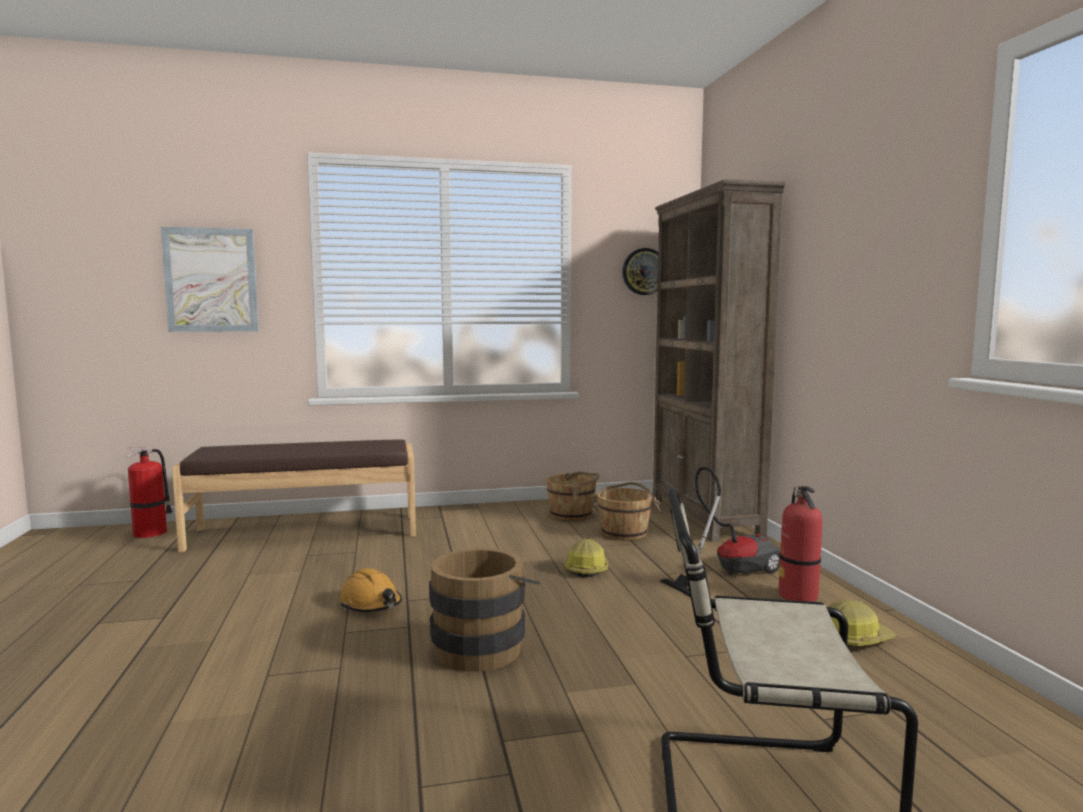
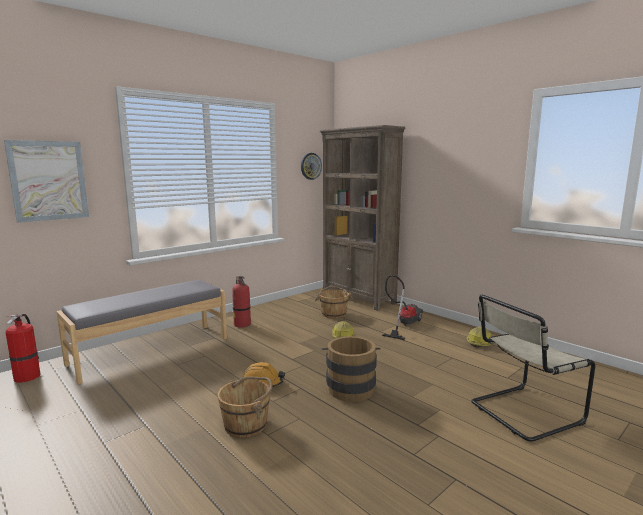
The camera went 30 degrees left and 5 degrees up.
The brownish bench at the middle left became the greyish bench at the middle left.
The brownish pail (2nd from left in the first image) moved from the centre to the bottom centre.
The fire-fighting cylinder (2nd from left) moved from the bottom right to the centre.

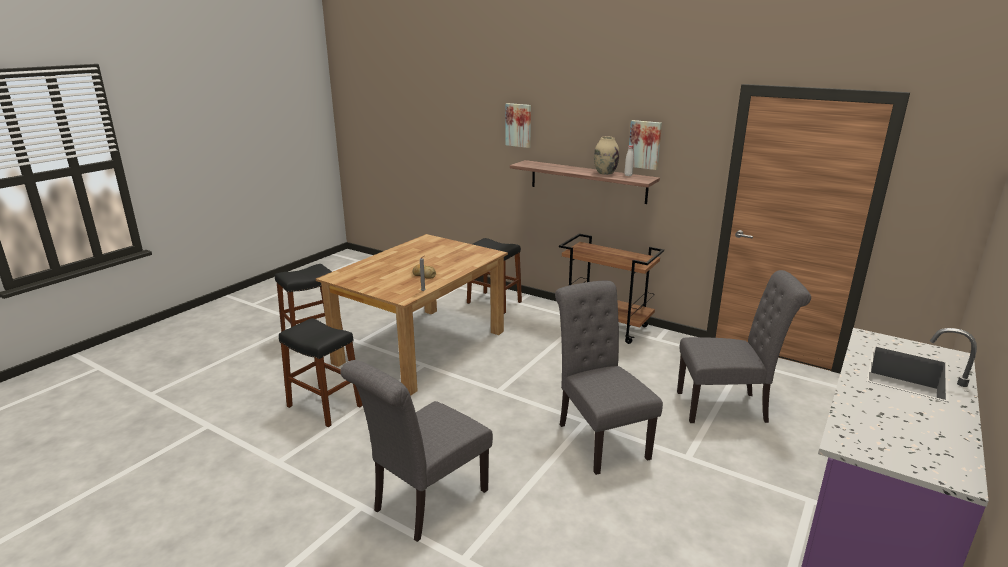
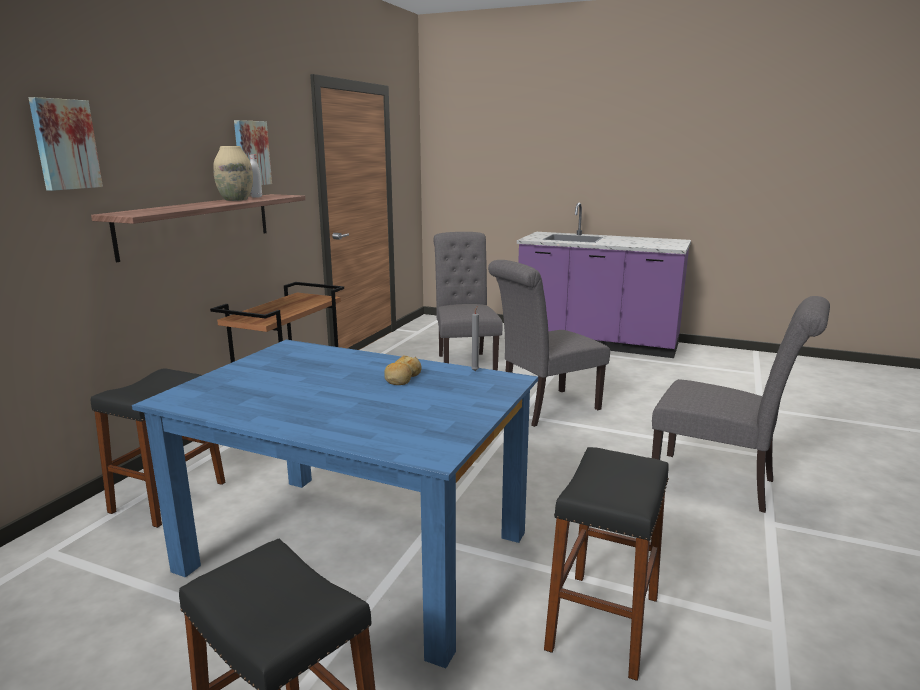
The camera went 100 degrees left and 5 degrees down.
The brownish dining table at the centre became the bluish dining table at the bottom centre.

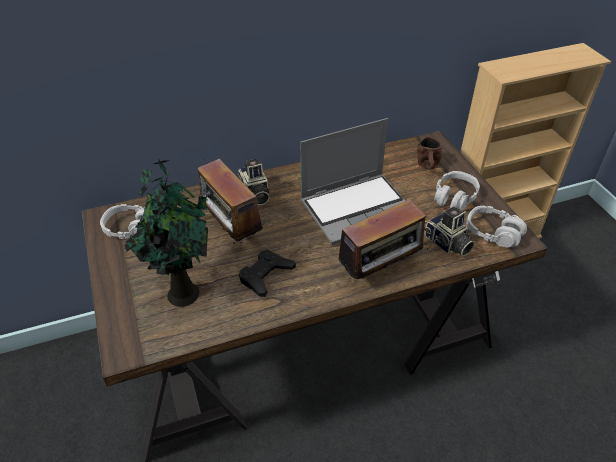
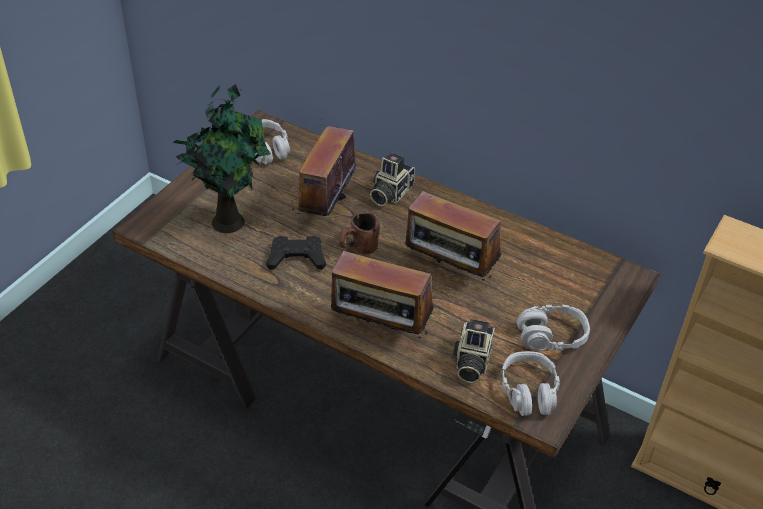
The camera went 50 degrees right and 0 degrees up.
The notebook computer at the centre was replaced by the radio receiver (3rd from left) at the centre.
The brownish mug moved from the top right to the centre.

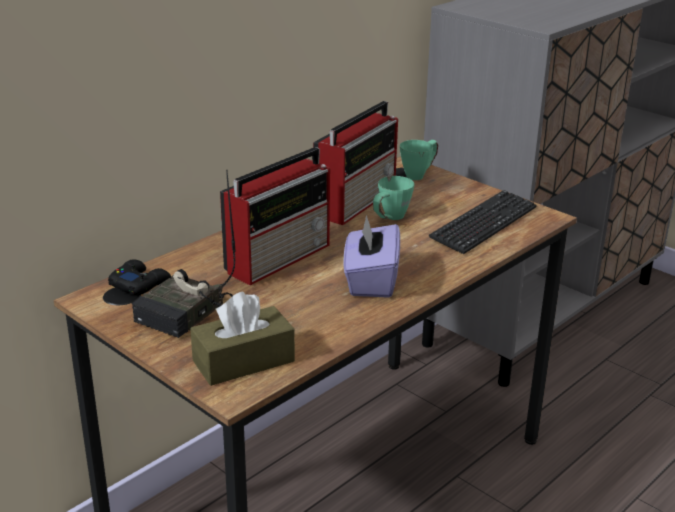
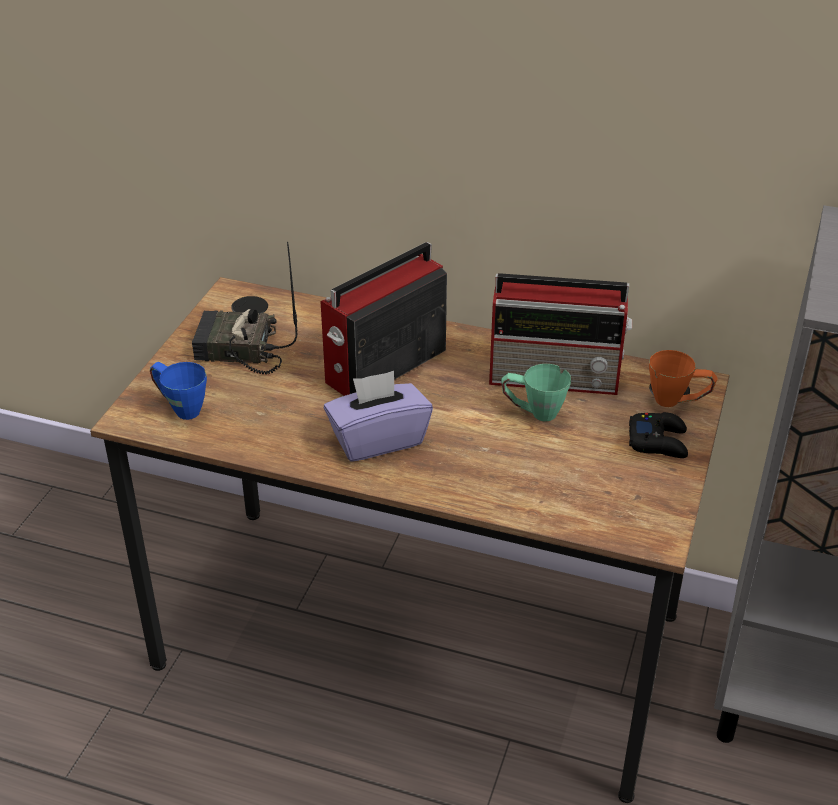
The camera went 65 degrees right and 10 degrees up.
The black gamepad moved from the middle left to the middle right.
The brownish tissue box at the centre was replaced by the bluish mug at the middle left.
The radio receiver (2nd from left) at the centre turned 120 degrees clockwise.
The greenish mug (2nd from left) at the top centre became the orange-coloured mug at the middle right.
The PC keyboard at the middle right disappeared.

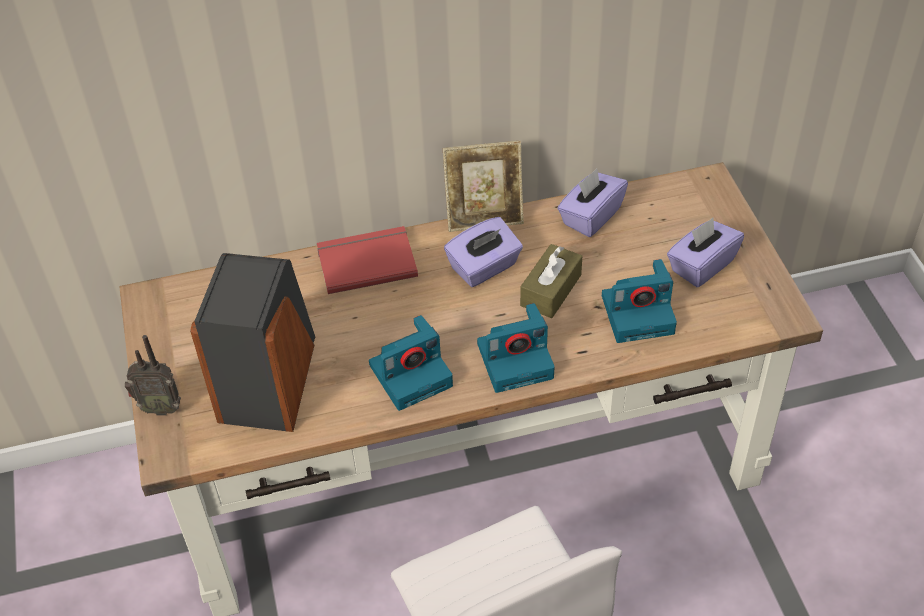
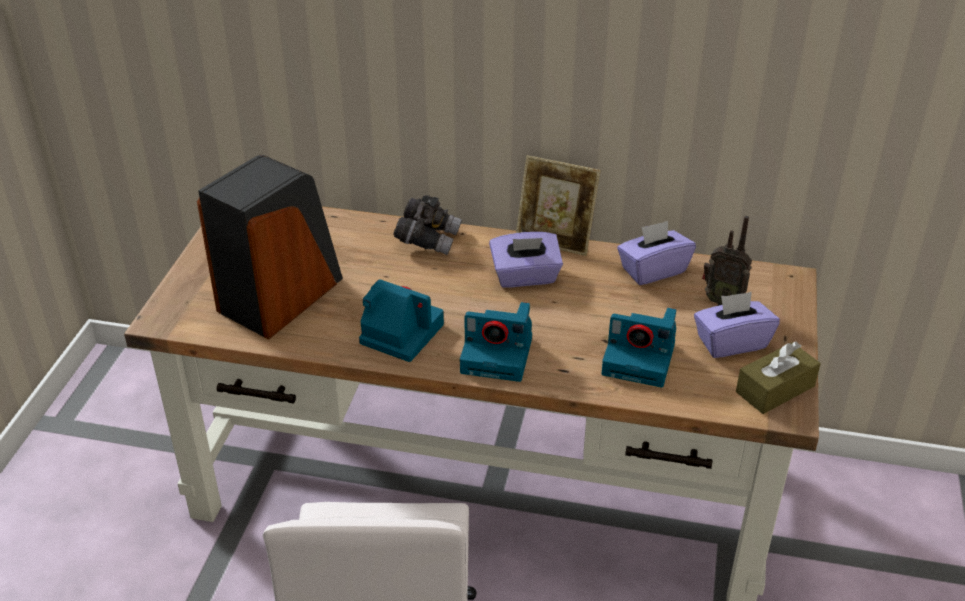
The camera went 25 degrees right and 10 degrees down.
The radio receiver moved from the middle left to the middle right.
The red-coloured bound book at the centre was replaced by the greyish pair of binoculars at the centre.
The photo camera (1st from left) at the centre turned 150 degrees counterclockwise.
The brownish tissue box moved from the centre to the middle right.

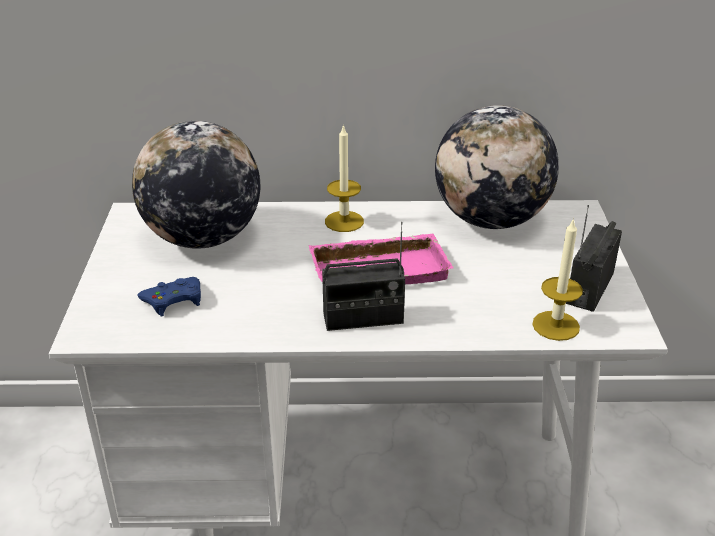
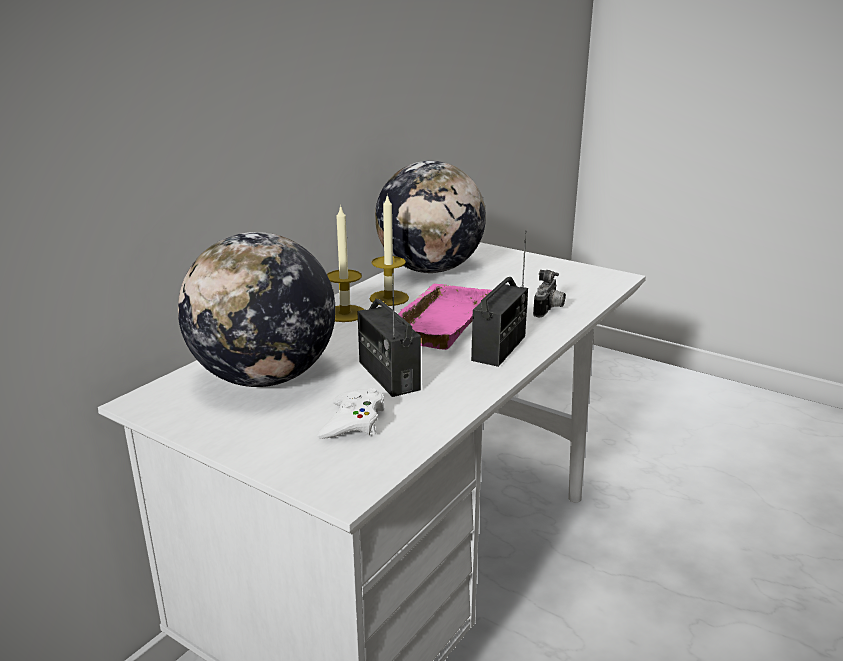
The camera went 55 degrees left and 10 degrees down.
The bluish gamepad at the middle left became the white-coloured gamepad at the centre.
The wax candle (2nd from left) moved from the middle right to the centre.
The radio receiver (2nd from left in the first image) moved from the middle right to the centre.
The photo camera at the centre appeared.

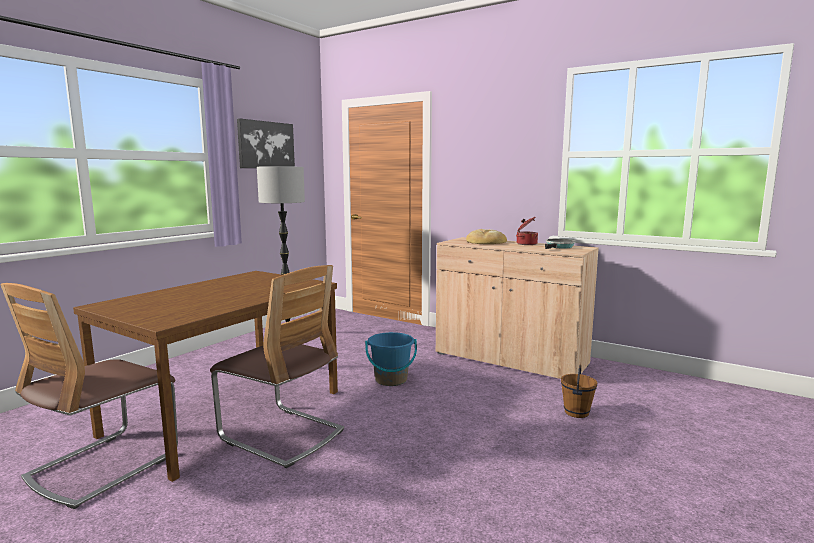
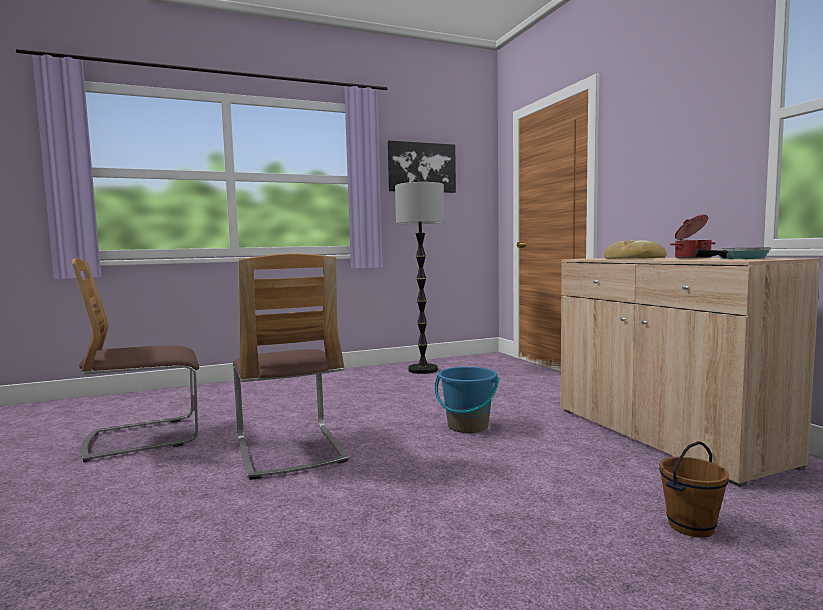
The camera went 35 degrees right and 5 degrees down.
The brownish dining table at the bottom left disappeared.

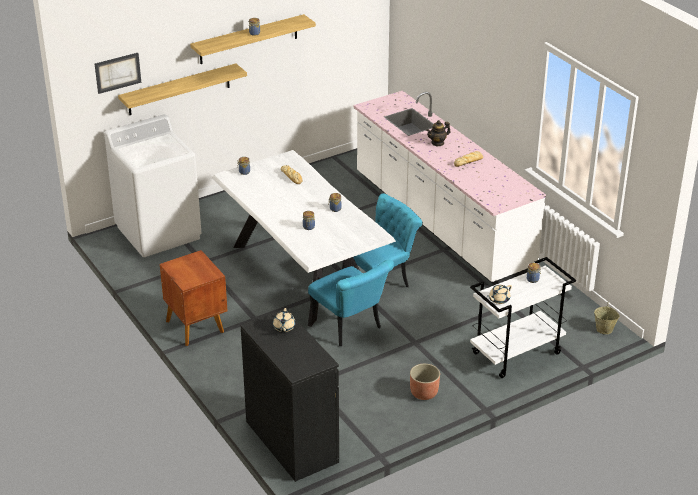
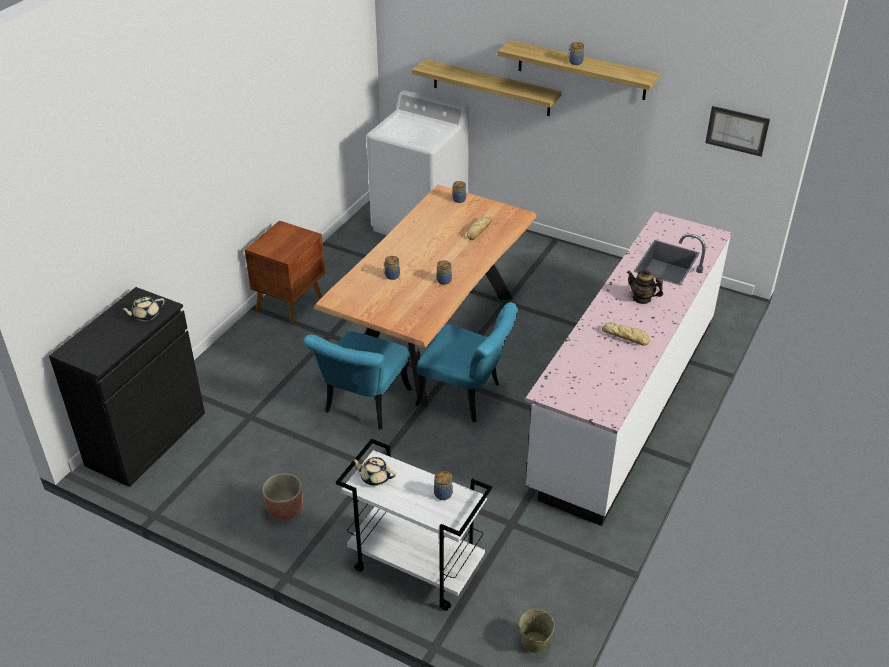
The camera went 60 degrees right and 5 degrees up.
The wall picture moved from the top left to the top right.
The white-coloured dining table at the centre became the brownish dining table at the centre.

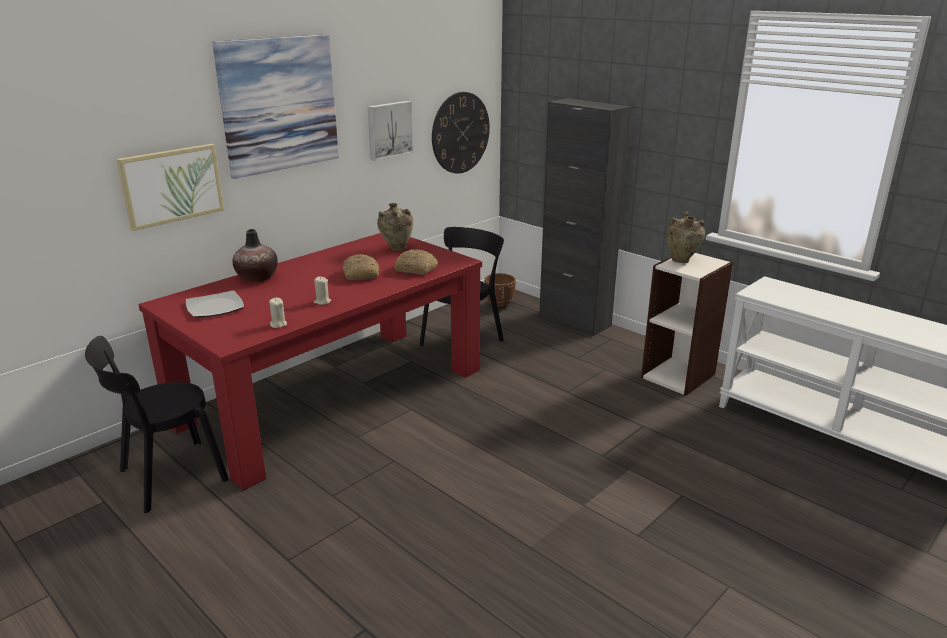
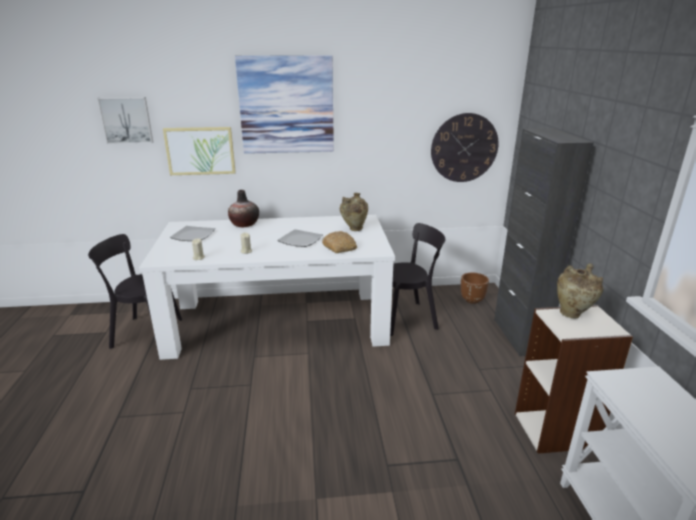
The camera went 40 degrees right and 0 degrees up.
The red-coloured dining table at the middle left became the white-coloured dining table at the centre.
The baked bread (1st from left) at the centre was replaced by the plate (2nd from left) at the centre.
The wall picture (3rd from left in the first image) moved from the top centre to the top left.

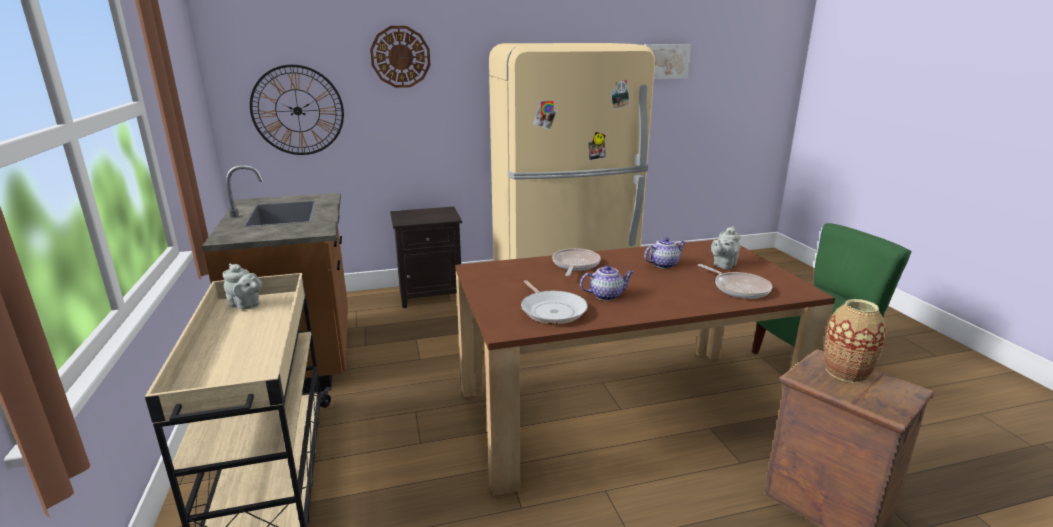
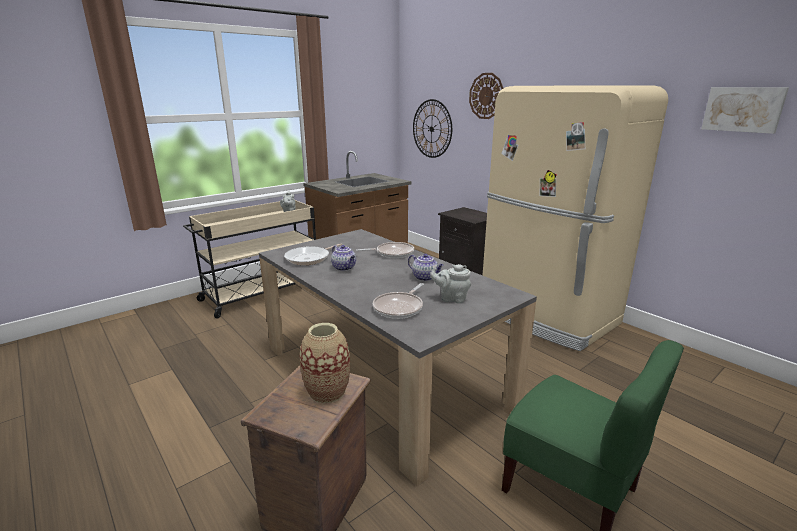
The camera went 65 degrees right and 0 degrees up.
The brownish dining table at the bottom centre became the greyish dining table at the bottom centre.

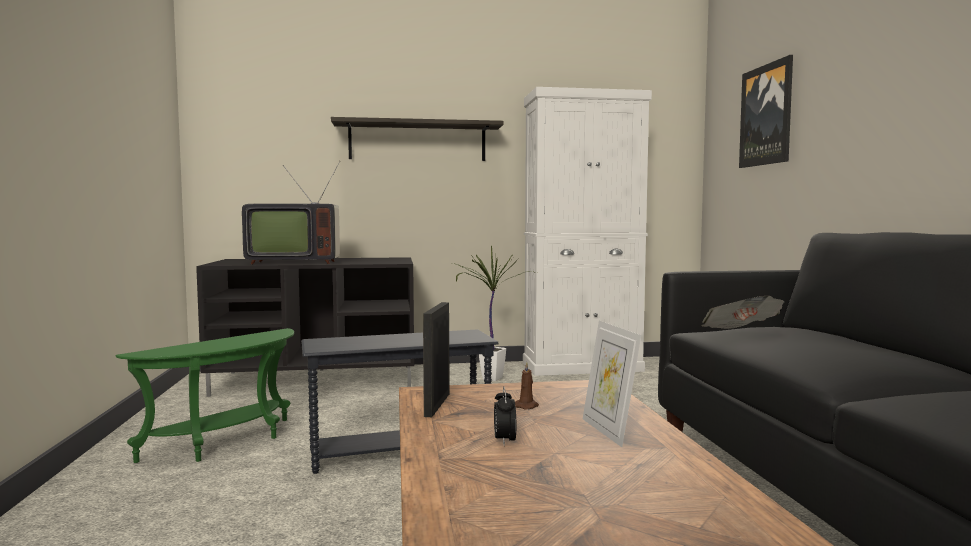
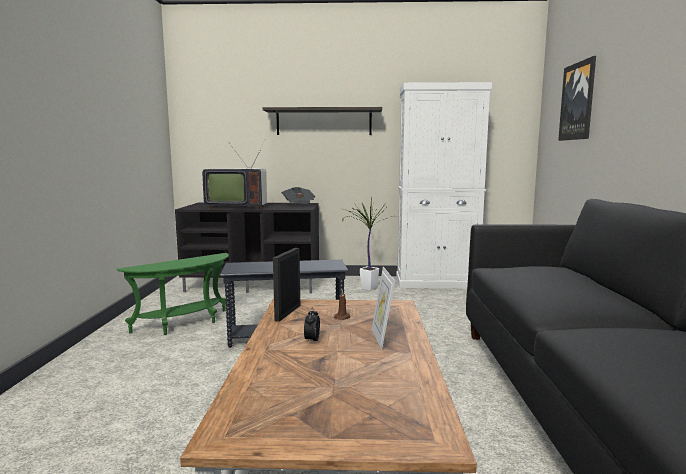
The camera went 10 degrees right and 5 degrees up.
The daily paper moved from the middle right to the centre.

